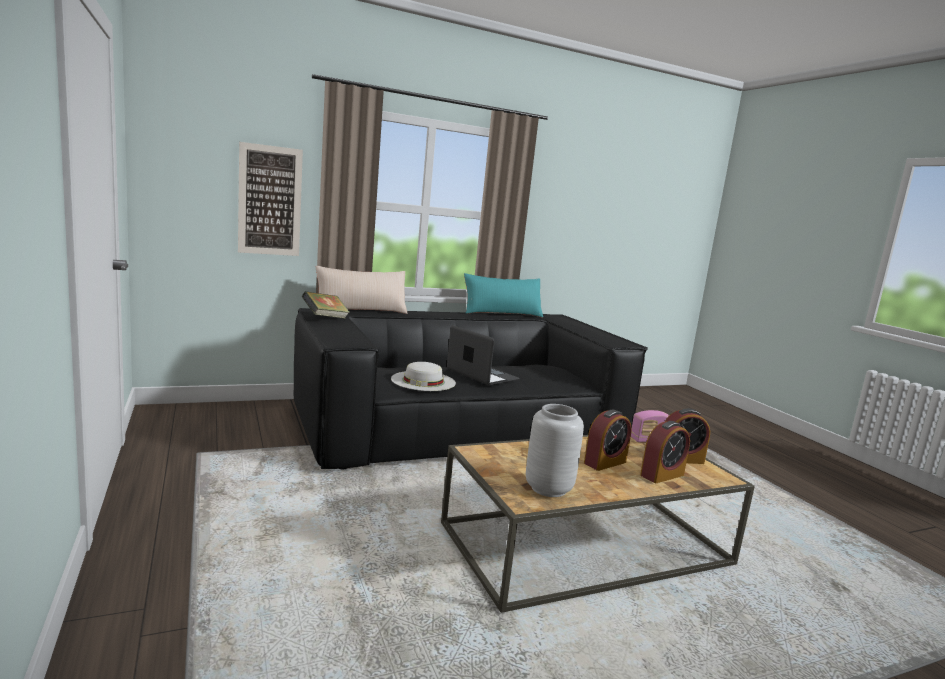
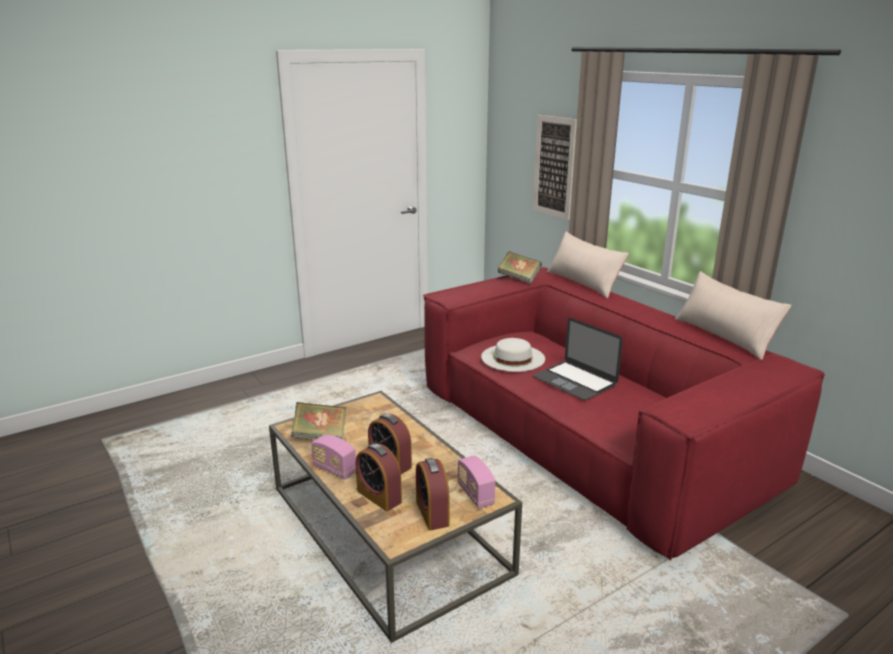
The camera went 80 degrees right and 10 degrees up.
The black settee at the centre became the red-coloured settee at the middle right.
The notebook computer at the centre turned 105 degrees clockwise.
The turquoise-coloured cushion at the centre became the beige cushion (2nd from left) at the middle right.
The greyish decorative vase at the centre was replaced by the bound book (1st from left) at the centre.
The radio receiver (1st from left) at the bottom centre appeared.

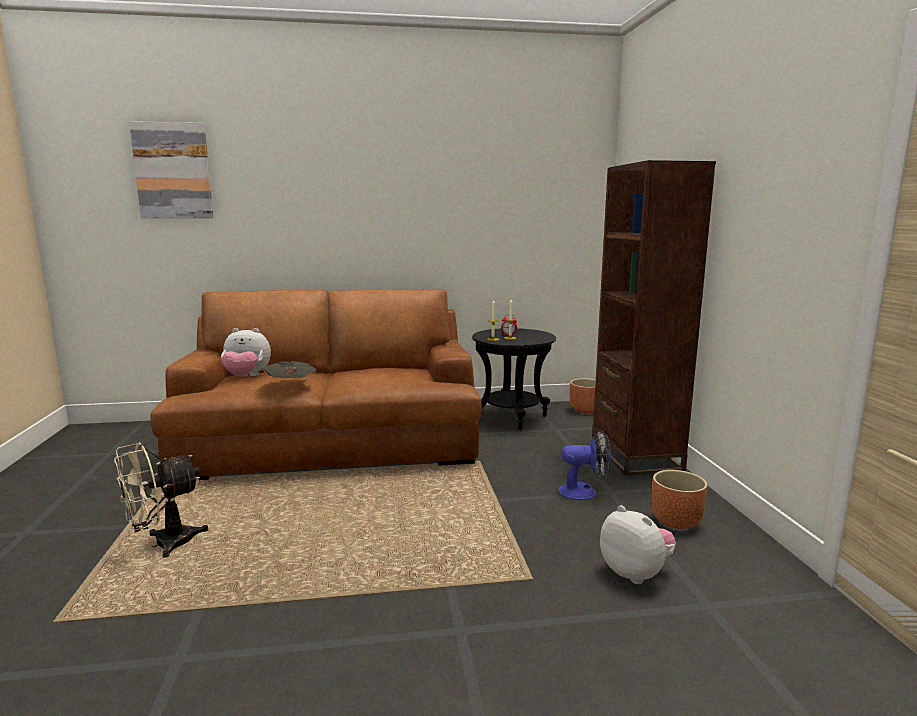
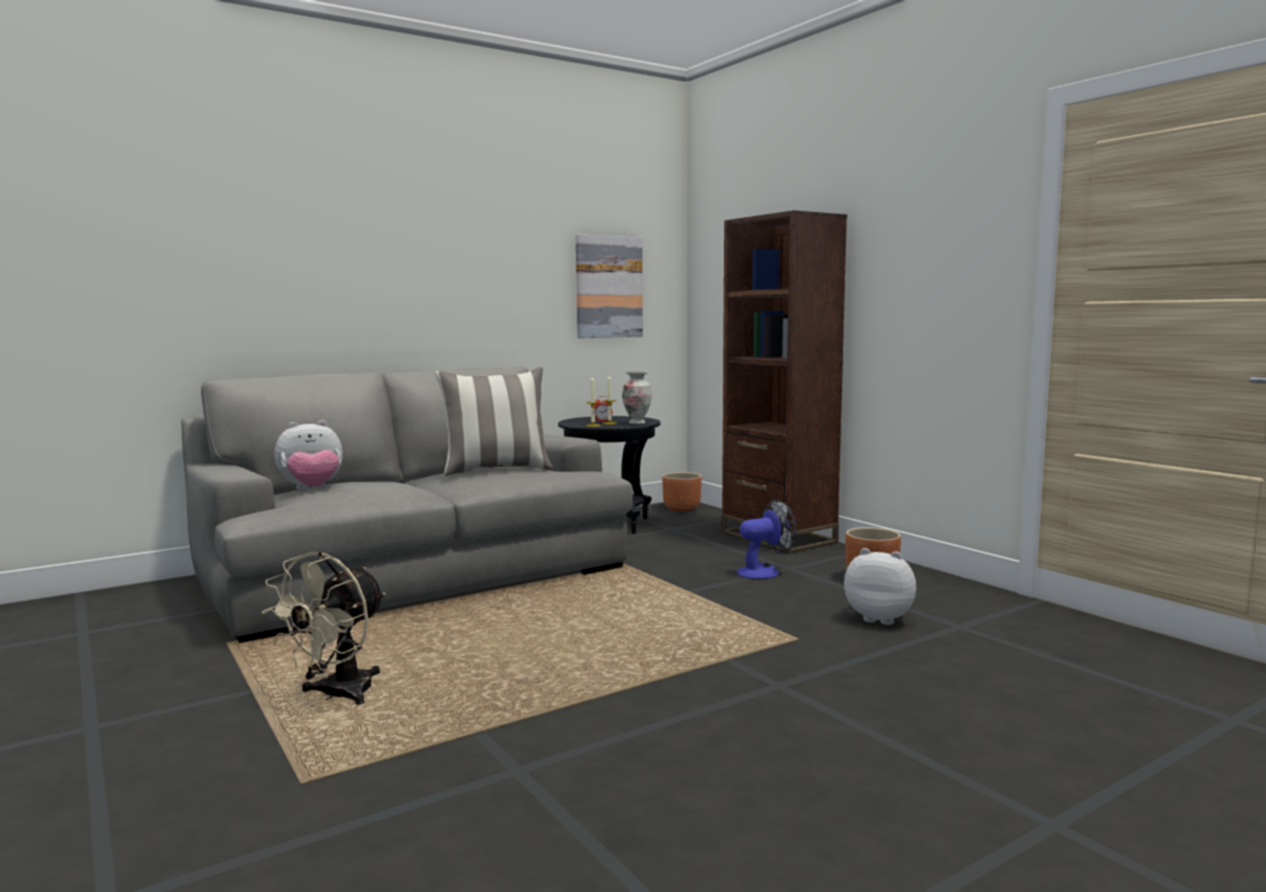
The camera went 25 degrees left and 5 degrees down.
The wall picture moved from the top left to the top centre.
The brownish settee at the centre became the greyish settee at the middle left.
The daily paper at the middle left disappeared.
The cushion at the centre appeared.
The decorative vase at the centre appeared.

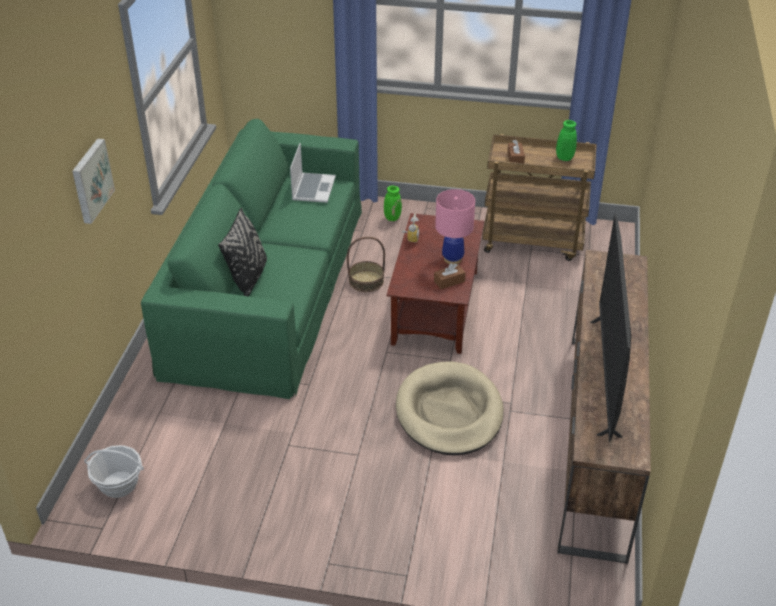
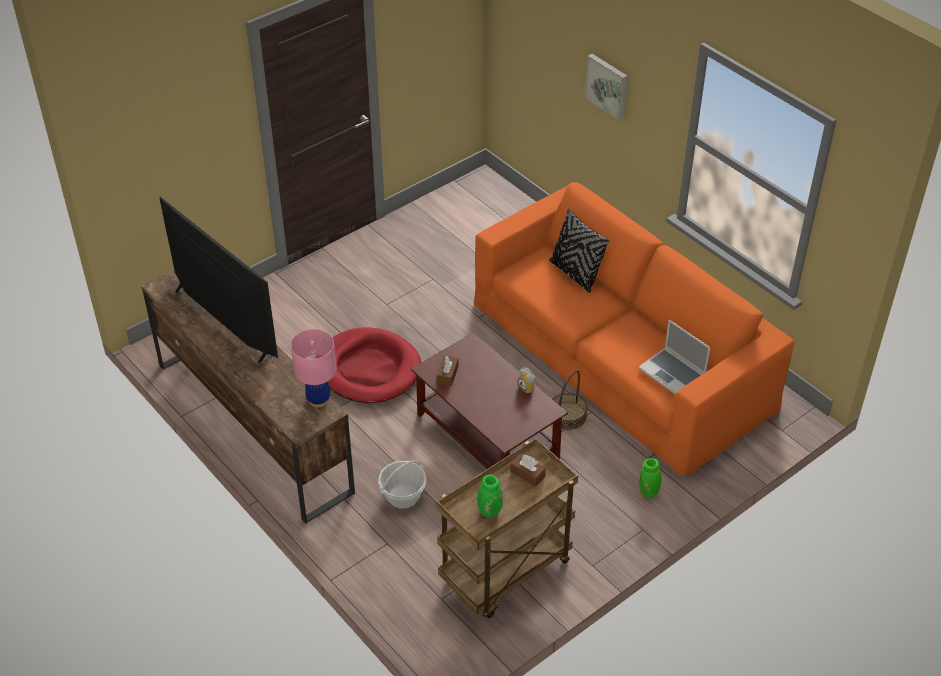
The camera went 130 degrees right and 5 degrees up.
The basket (1st from left) moved from the bottom left to the bottom centre.
The greenish settee at the middle left became the orange-coloured settee at the middle right.
The beige pet bed at the bottom centre became the red-coloured pet bed at the centre.
The pink tabletop lamp moved from the centre to the middle left.

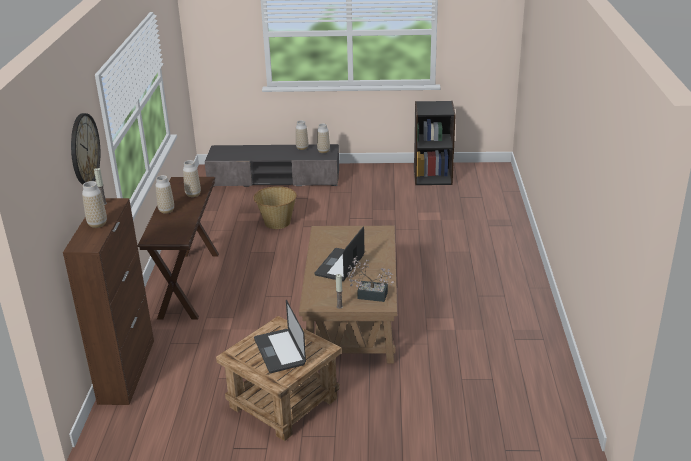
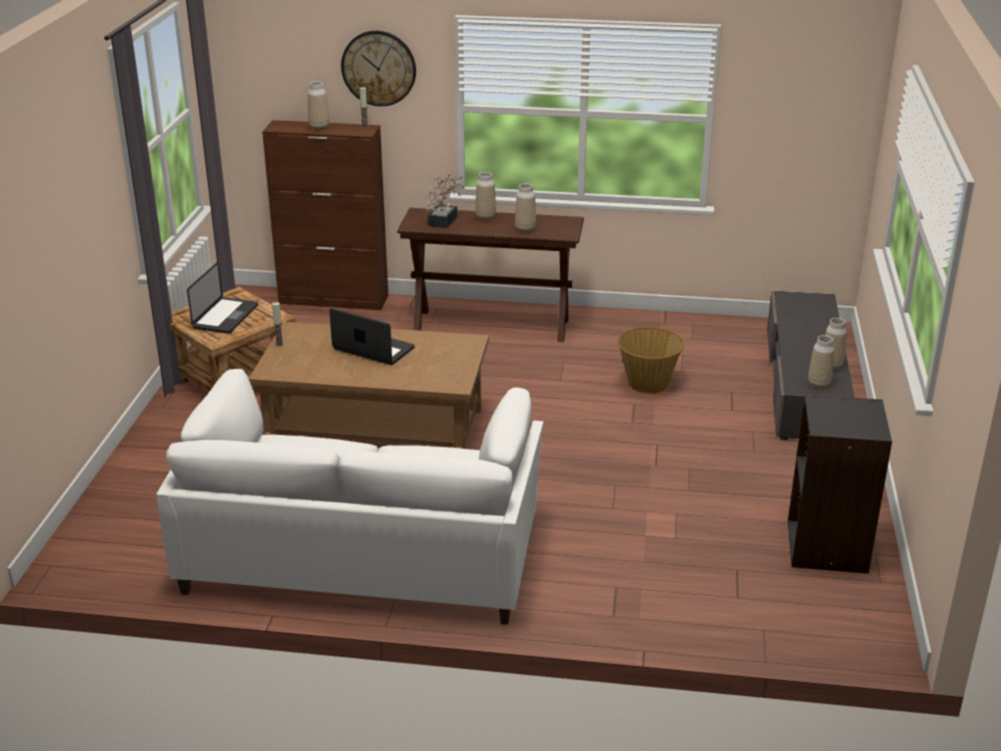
The camera went 95 degrees right and 0 degrees up.
The notebook computer (1st from left) at the bottom centre turned 120 degrees clockwise.
The potted plant moved from the centre to the top centre.
The white-coloured settee at the centre appeared.

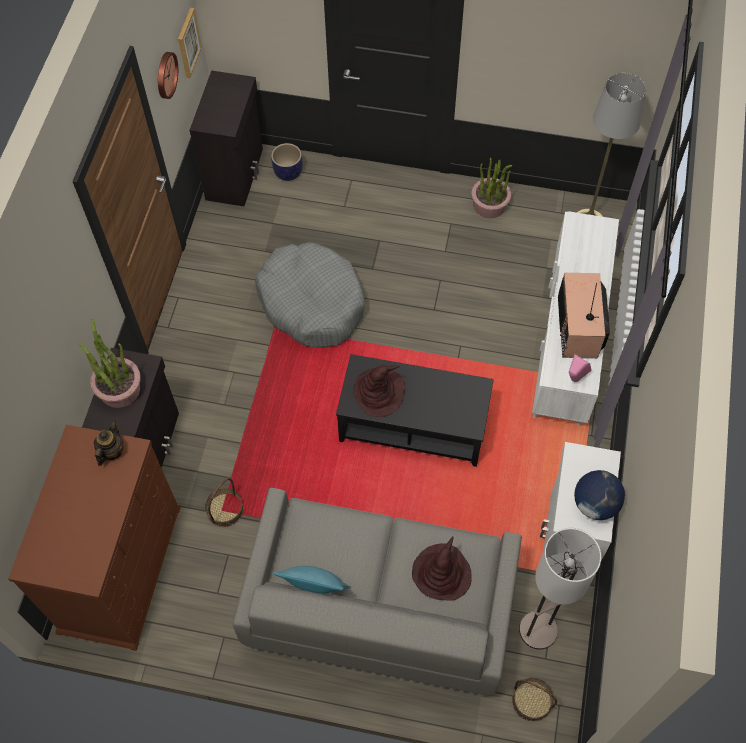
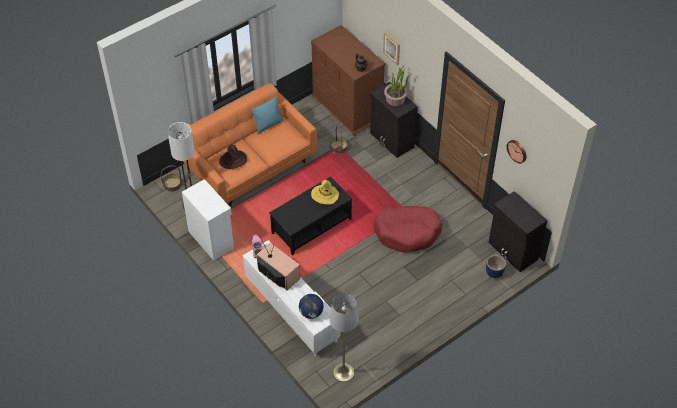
The camera went 130 degrees right and 10 degrees down.
The wall picture moved from the top left to the top centre.
The greyish settee at the bottom centre became the orange-coloured settee at the centre.
The greyish pet bed at the centre became the red-coloured pet bed at the centre.
The brownish wearable hat (1st from left) at the centre became the yellowish wearable hat at the centre.
The potted plant (2nd from left) at the top centre disappeared.
The desk globe moved from the middle right to the bottom centre.

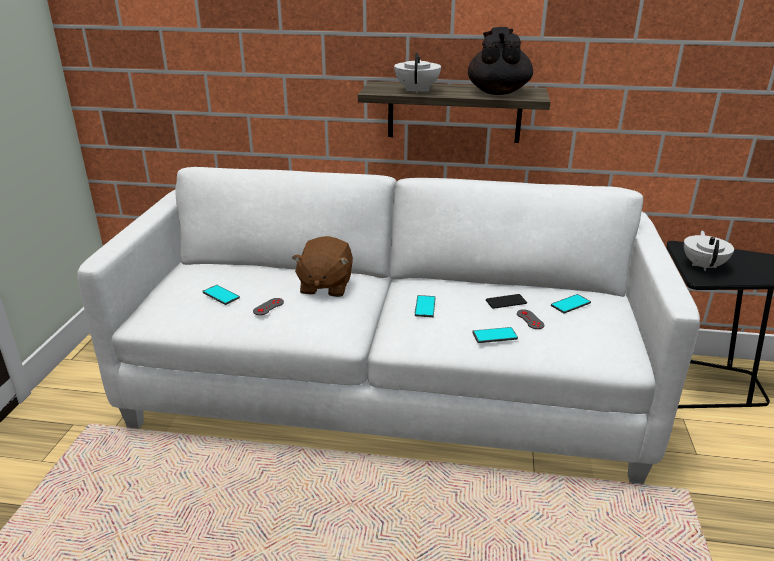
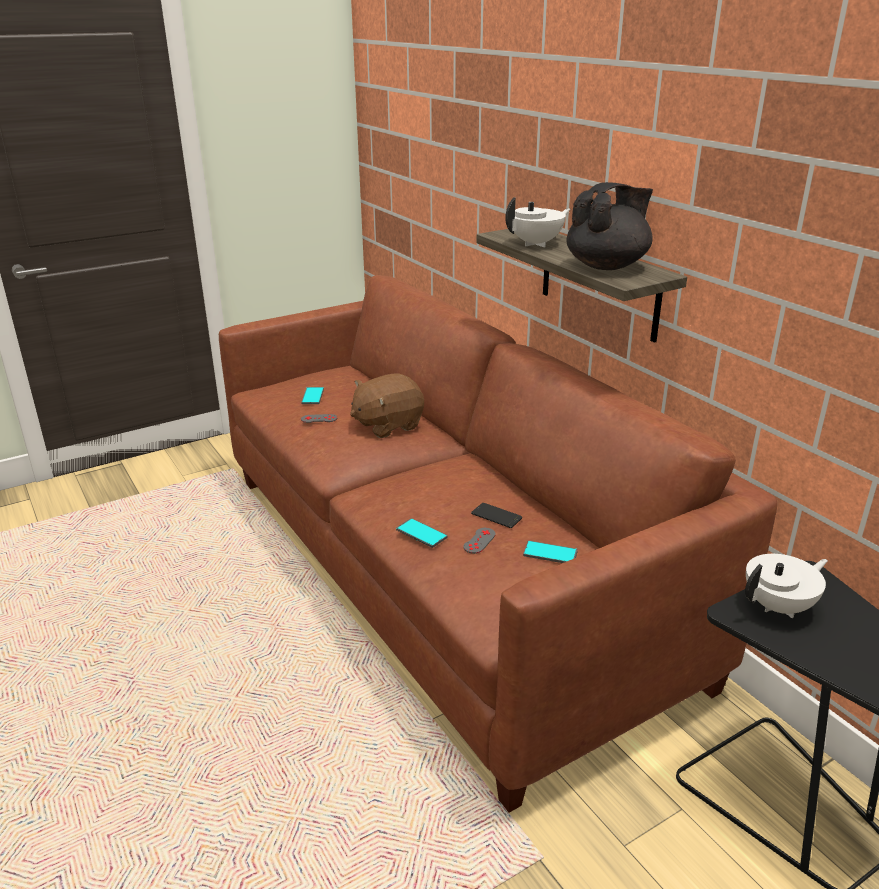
The camera went 50 degrees right and 0 degrees up.
The white-coloured settee at the centre became the brownish settee at the centre.
The telephone (2nd from left) at the centre disappeared.

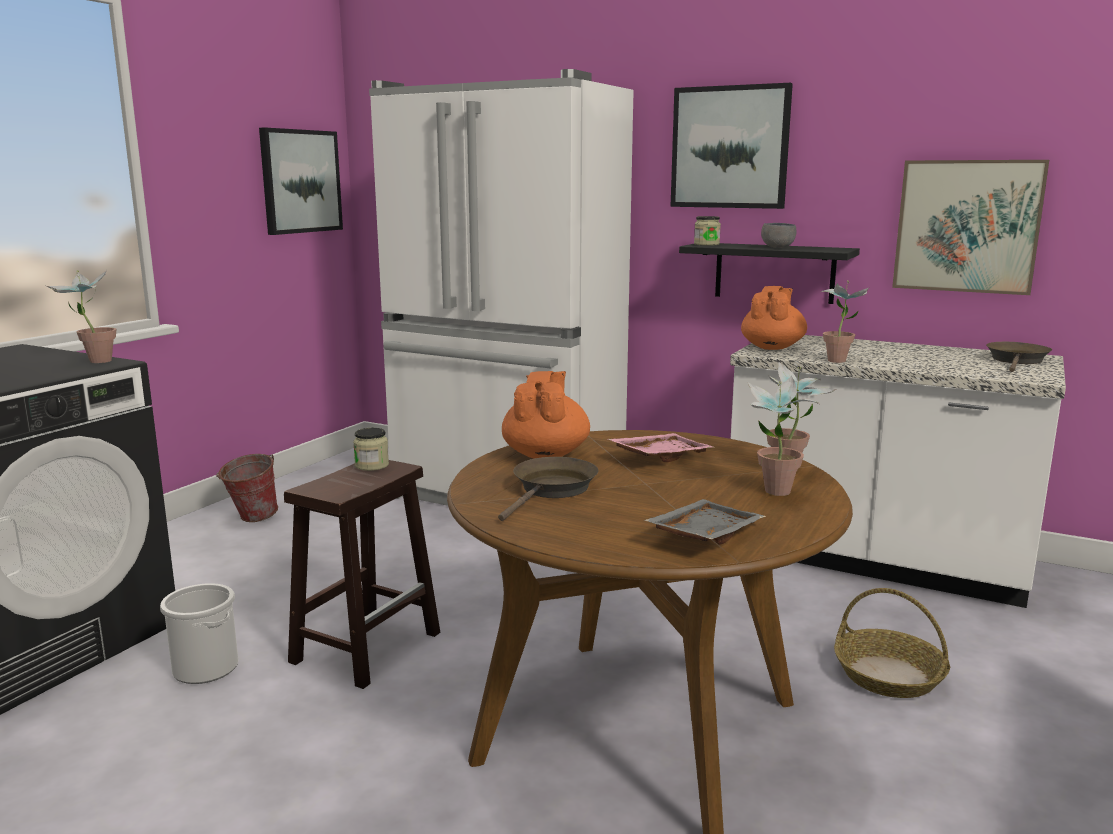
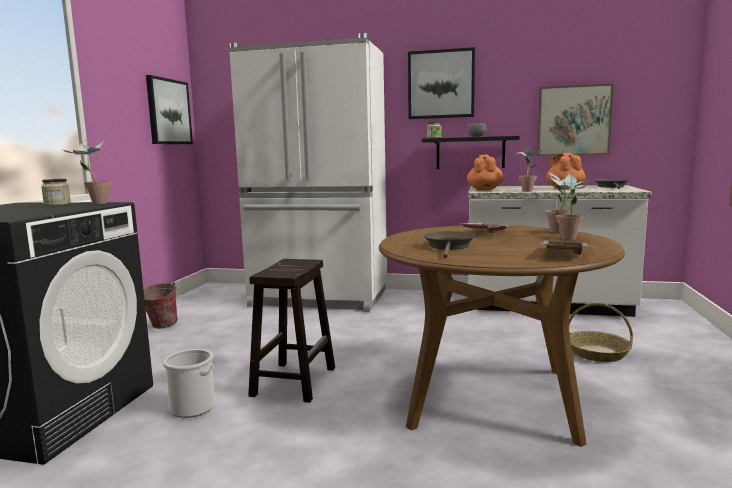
The camera went 15 degrees left and 5 degrees down.
The preserve jar (1st from left) moved from the centre to the middle left.
The orange-coloured tea pot (1st from left in the first image) moved from the centre to the middle right.

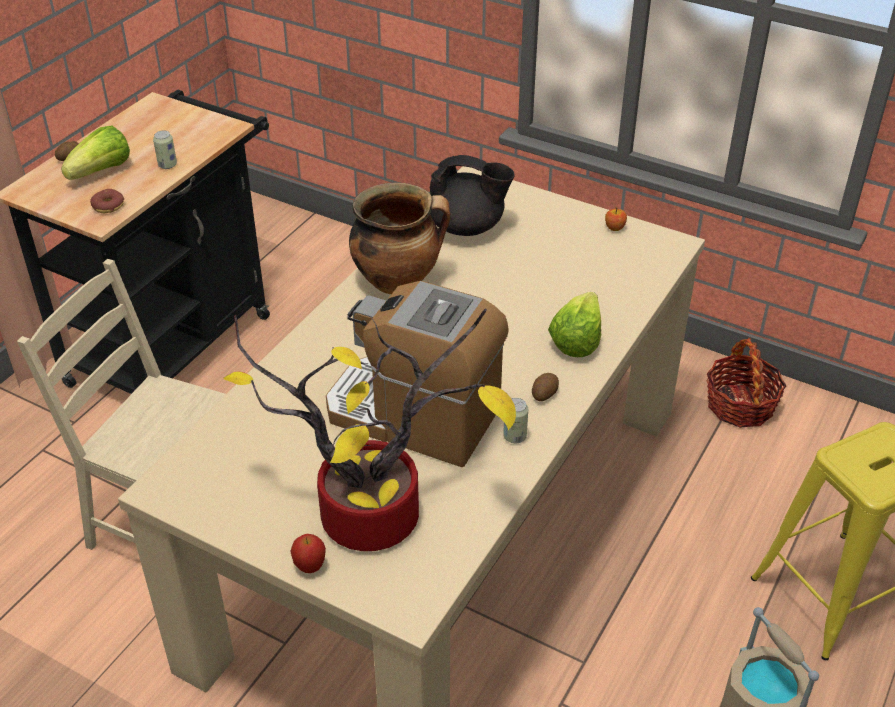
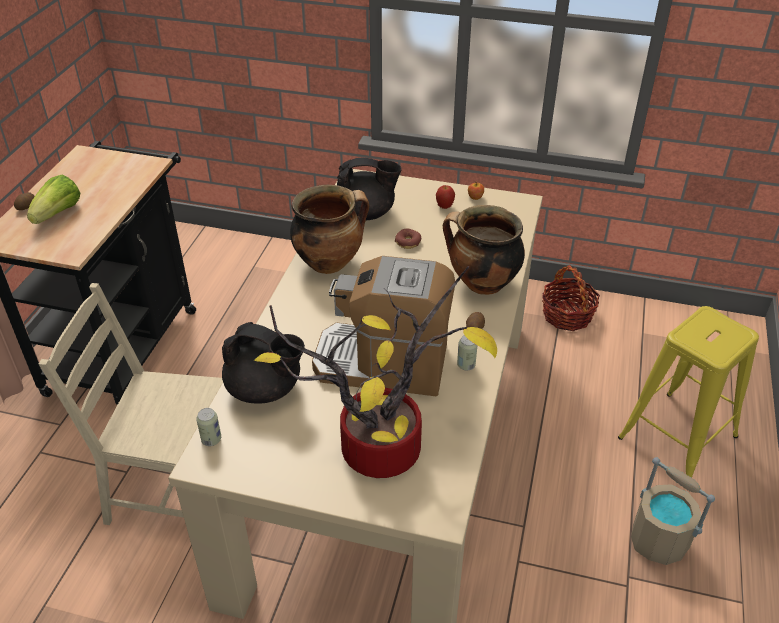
The camera went 15 degrees left and 0 degrees up.
The doughnut moved from the top left to the centre.
The can (1st from left) moved from the top left to the bottom left.
The apple (1st from left) moved from the bottom centre to the top centre.
The lettuce head (2nd from left) at the centre was replaced by the stockpot (2nd from left) at the centre.
The black tea pot (1st from left) at the centre appeared.

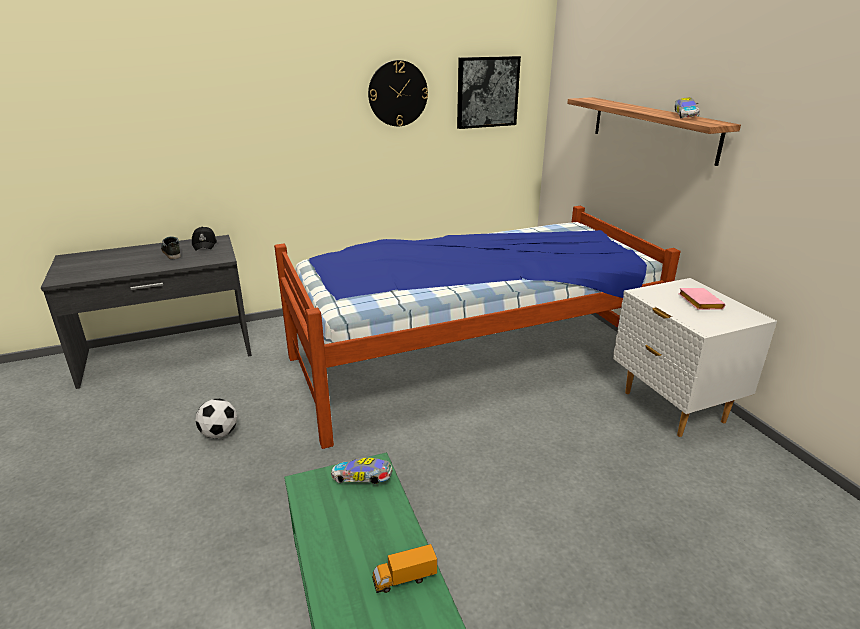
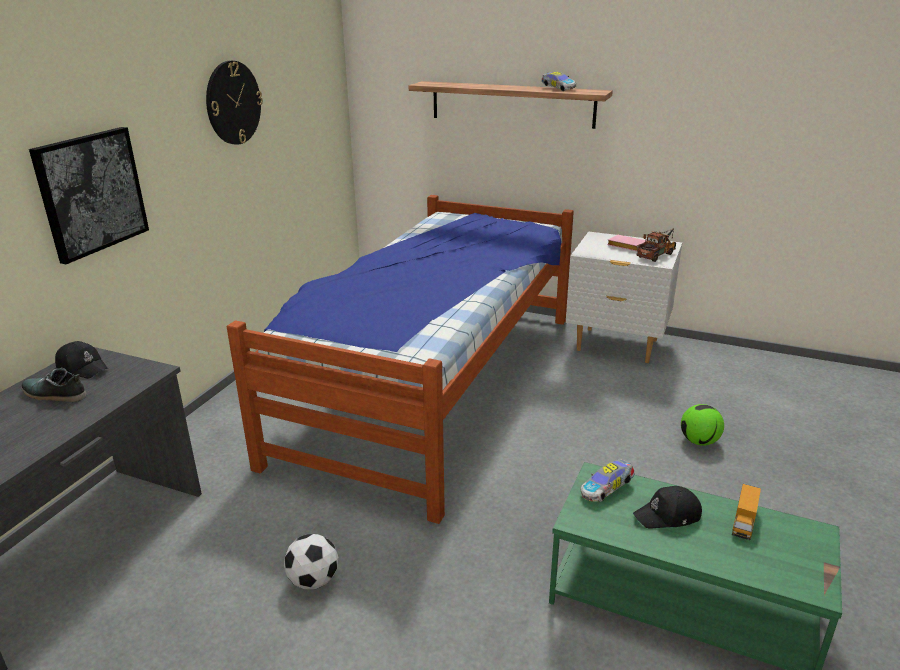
The camera went 45 degrees left and 0 degrees up.
The wall picture moved from the top centre to the top left.
The black cap (2nd from left) at the bottom right appeared.
The model truck (1st from left) at the middle right appeared.
The ball for football (2nd from left) at the middle right appeared.

